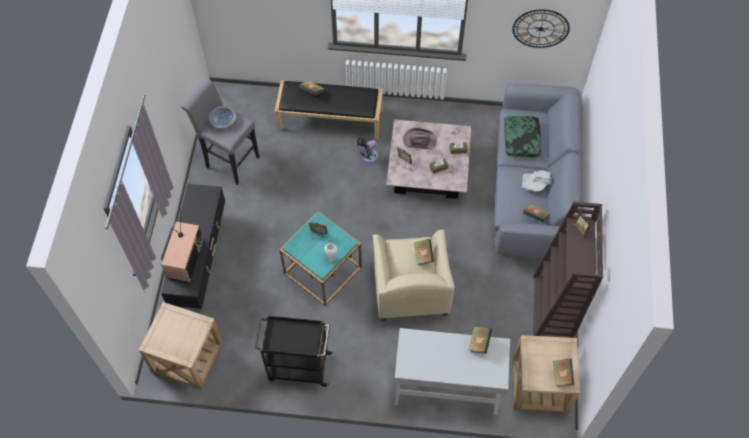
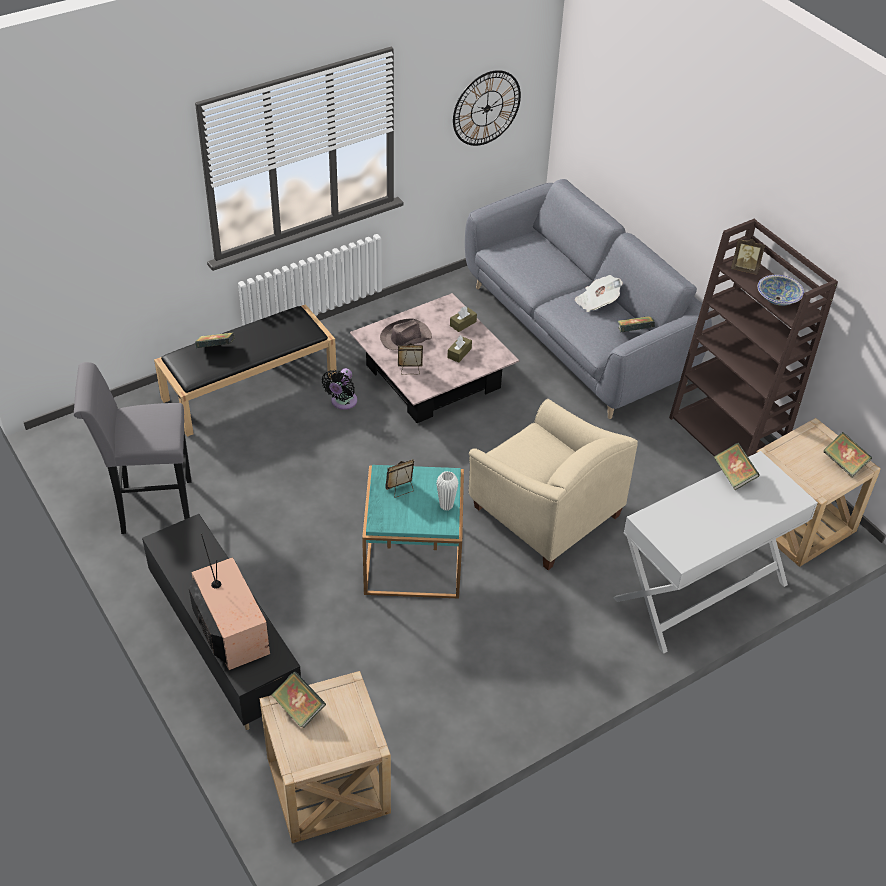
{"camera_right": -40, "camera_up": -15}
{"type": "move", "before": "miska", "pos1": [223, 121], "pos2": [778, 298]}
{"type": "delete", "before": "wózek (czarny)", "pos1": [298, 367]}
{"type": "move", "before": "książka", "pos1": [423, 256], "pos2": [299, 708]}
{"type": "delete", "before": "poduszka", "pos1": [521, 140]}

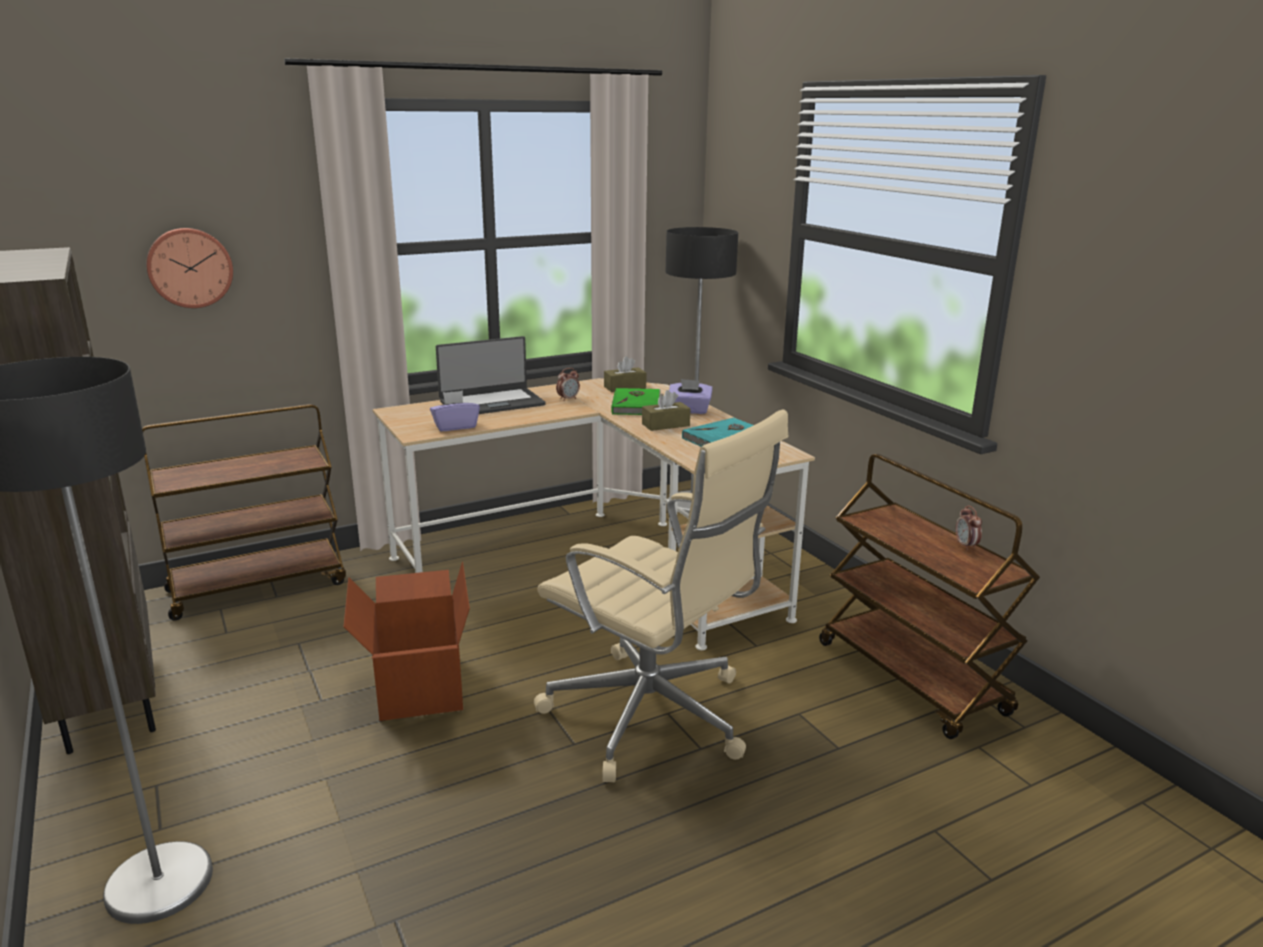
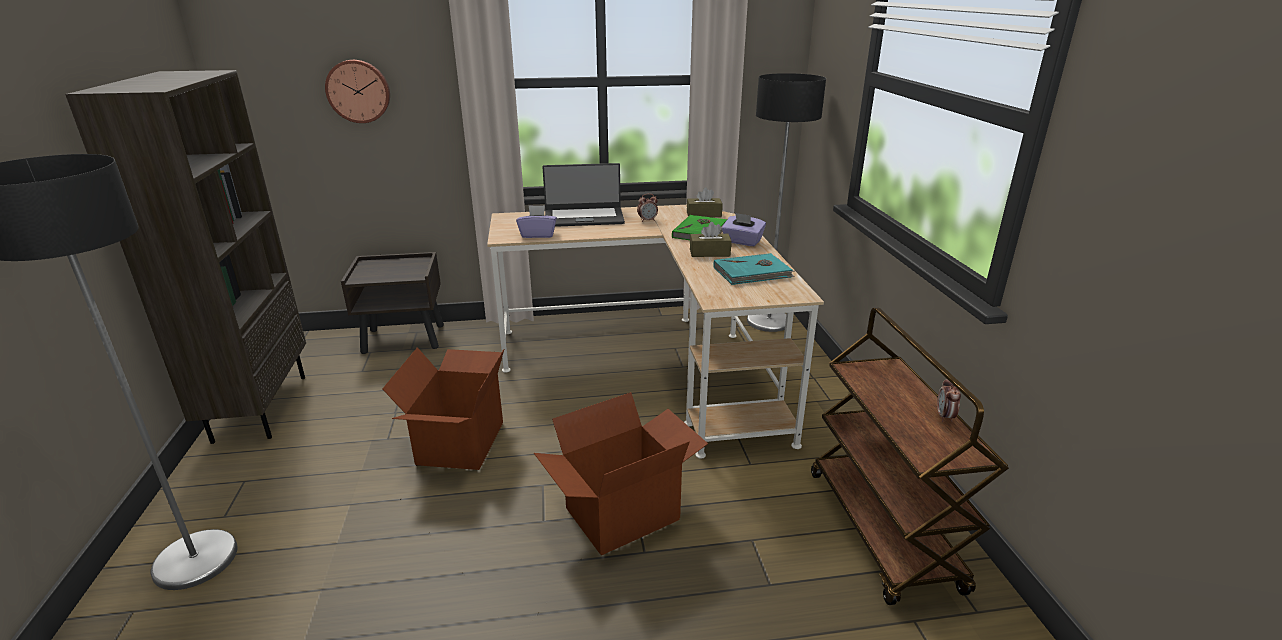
{"camera_right": 20, "camera_up": 5}
{"type": "replace", "before": "wózek (brązowy)", "after": "szafka nocna (brązowy)", "pos1": [259, 586], "pos2": [405, 339]}
{"type": "replace", "before": "krzesło biurowe (beżowy)", "after": "karton", "pos1": [653, 717], "pos2": [621, 512]}

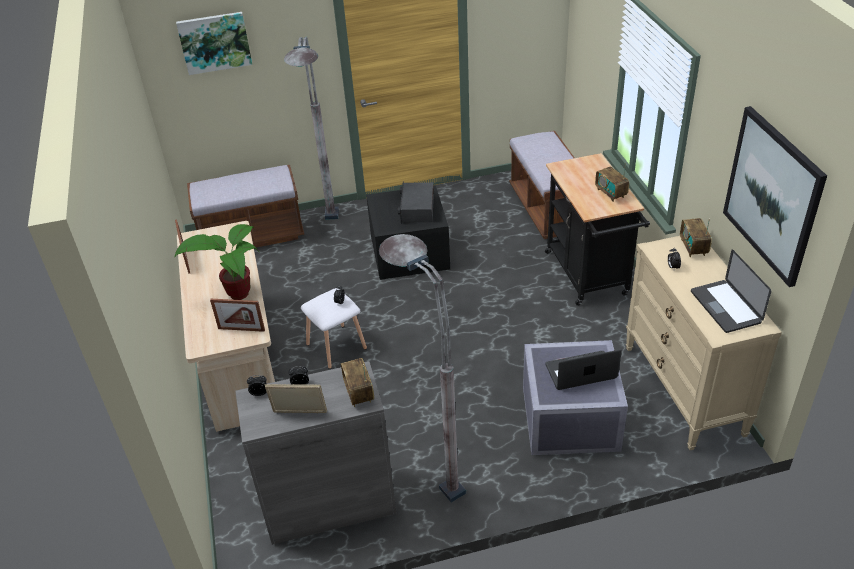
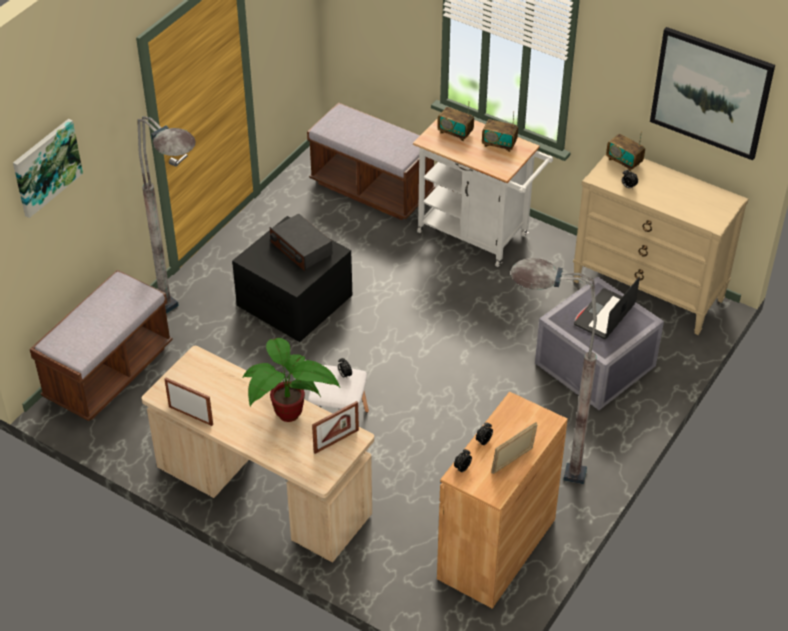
{"camera_right": -45, "camera_up": 5}
{"type": "recolor", "before": "szafka (szary)", "after": "szafka (brązowy)", "pos1": [329, 503], "pos2": [496, 549]}
{"type": "move", "before": "radio", "pos1": [359, 392], "pos2": [455, 133]}
{"type": "recolor", "before": "wózek (czarny)", "after": "wózek (biały)", "pos1": [589, 277], "pos2": [478, 235]}
{"type": "delete", "before": "laptop", "pos1": [725, 307]}

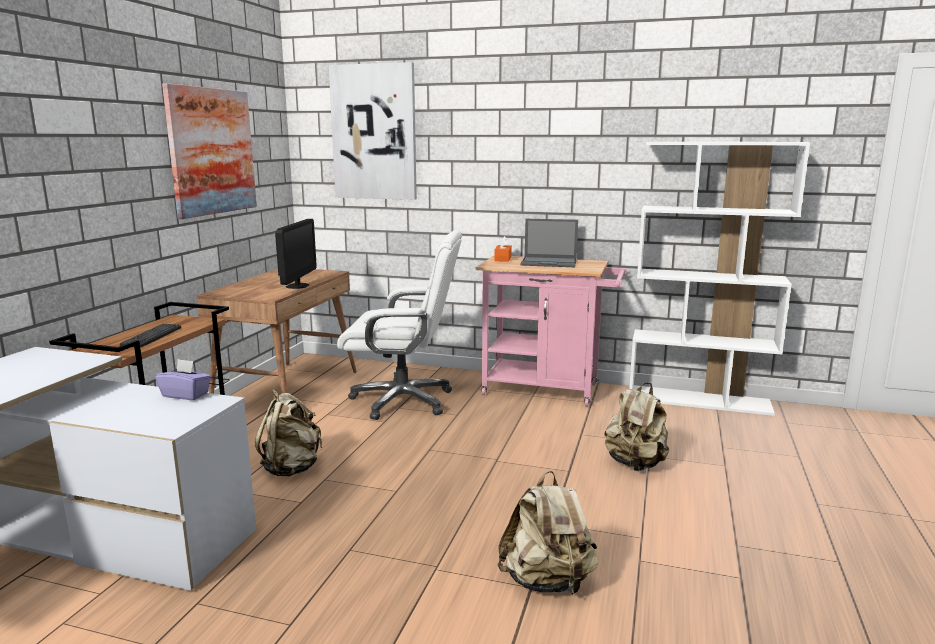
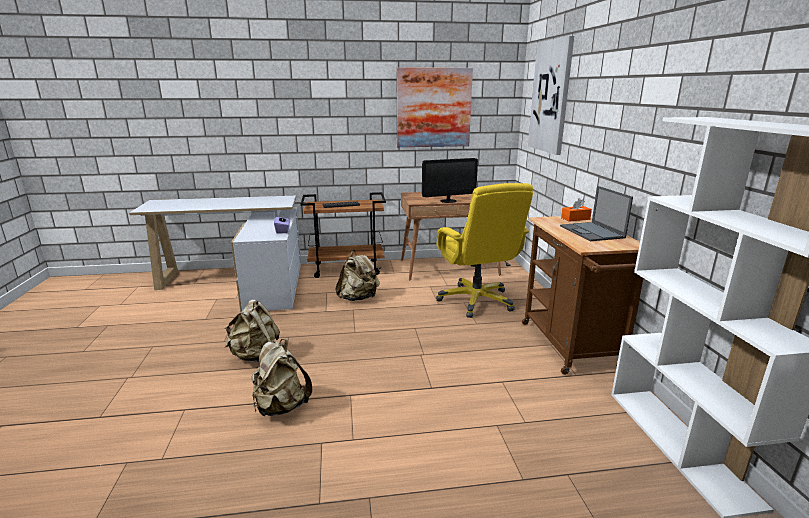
{"camera_right": 65, "camera_up": 5}
{"type": "recolor", "before": "krzesło biurowe (biały)", "after": "krzesło biurowe (żółty)", "pos1": [403, 400], "pos2": [476, 301]}
{"type": "recolor", "before": "wózek (różowy)", "after": "wózek (brązowy)", "pos1": [548, 390], "pos2": [573, 349]}
{"type": "move", "before": "plecak (beżowy)", "pos1": [635, 464], "pos2": [255, 356]}

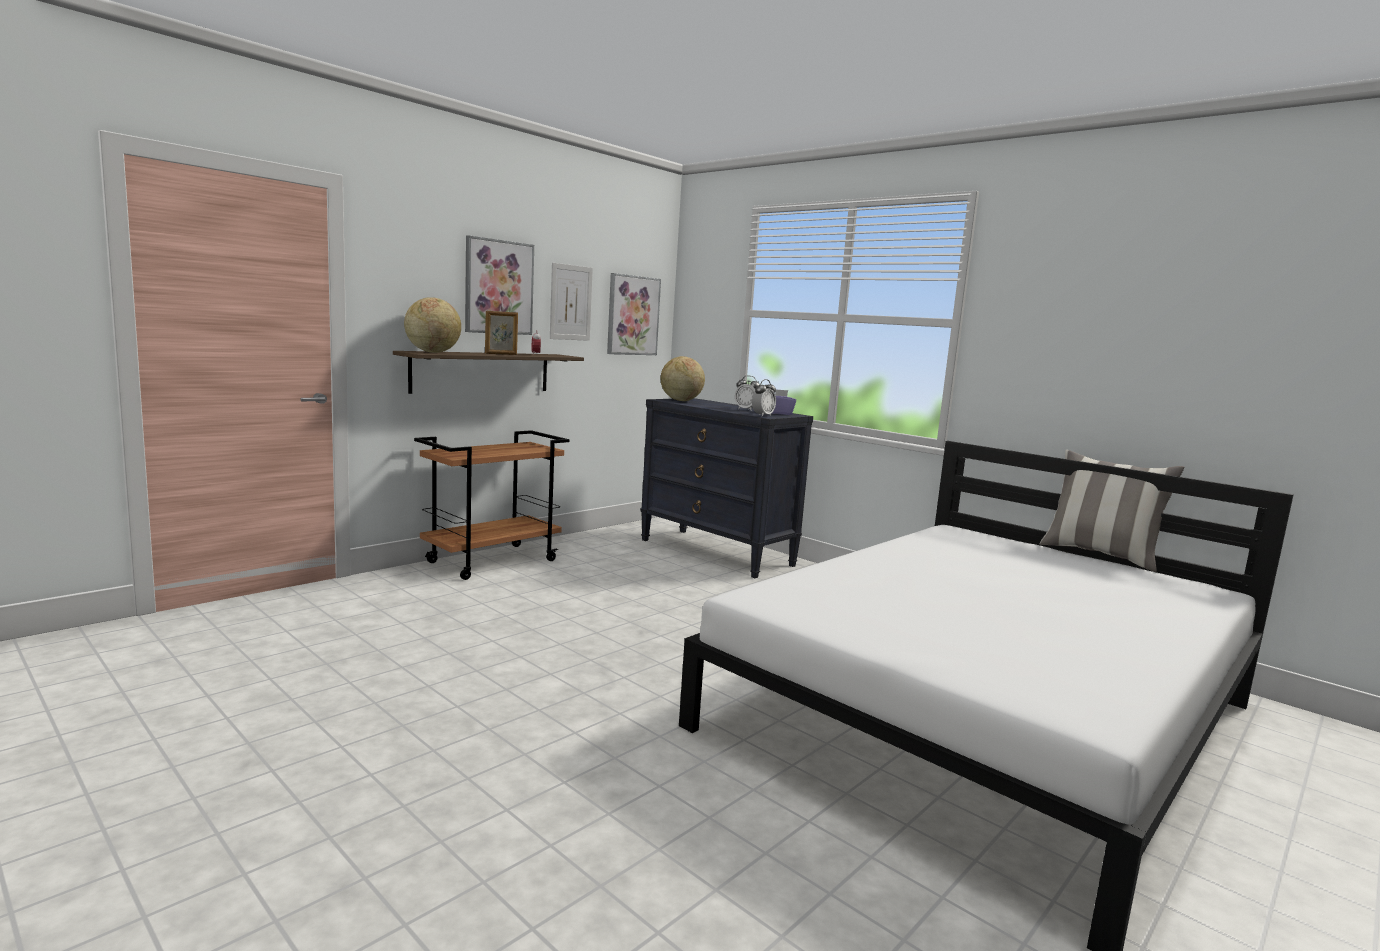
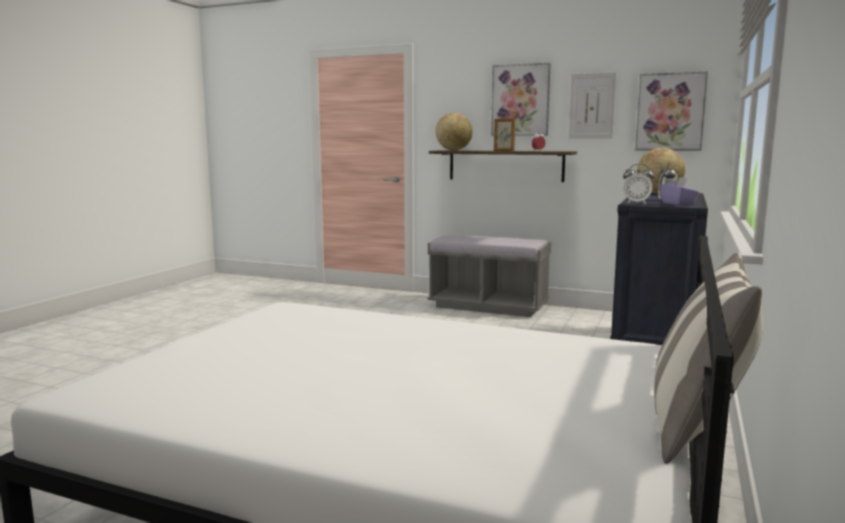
{"camera_right": 70, "camera_up": 0}
{"type": "replace", "before": "wózek (brązowy)", "after": "ławka (szary)", "pos1": [493, 561], "pos2": [488, 306]}

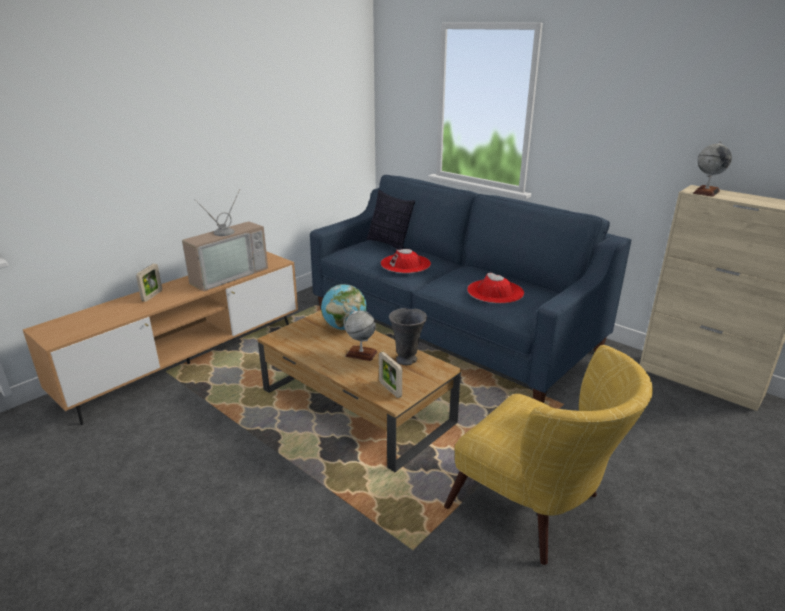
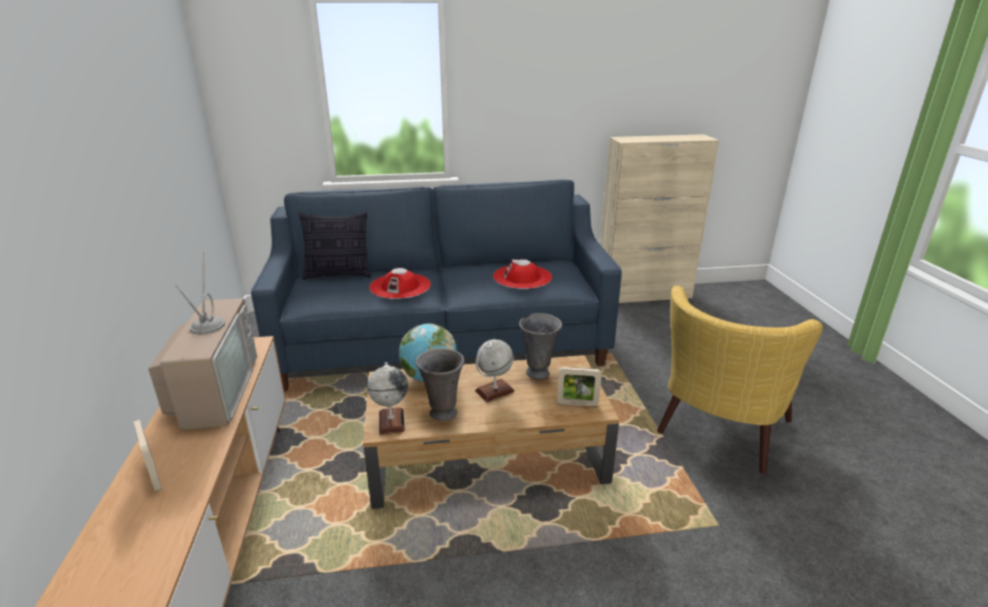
{"camera_right": -50, "camera_up": 0}
{"type": "rotate", "before": "fotel (żółty)", "pos1": [536, 510], "pos2": [717, 434], "turn": 135}
{"type": "move", "before": "globus", "pos1": [706, 192], "pos2": [391, 421]}
{"type": "insert", "after": "wazon (szary)", "pos2": [442, 413]}

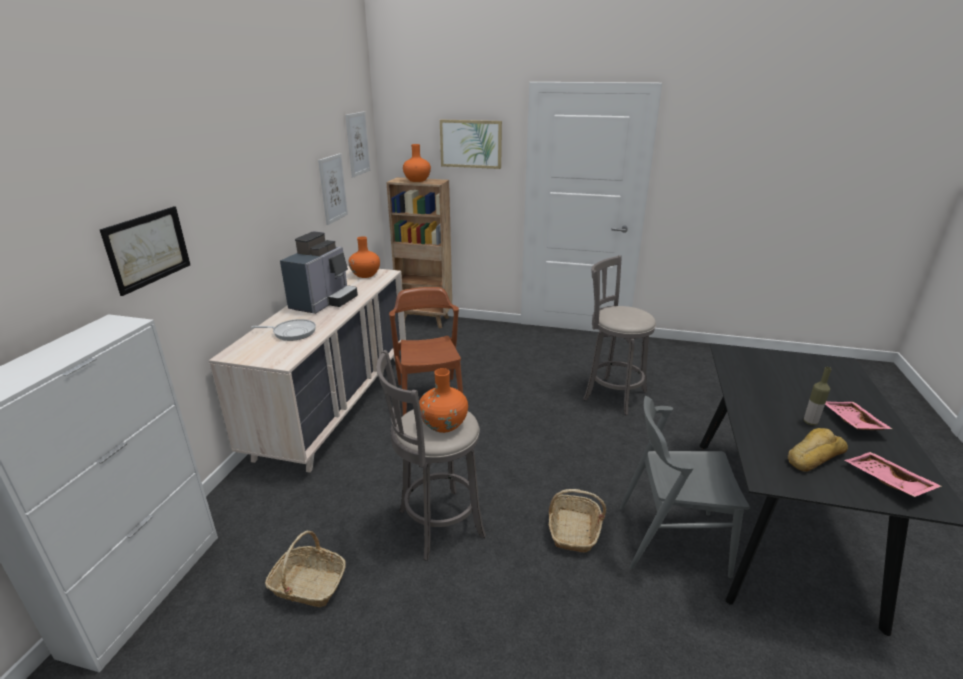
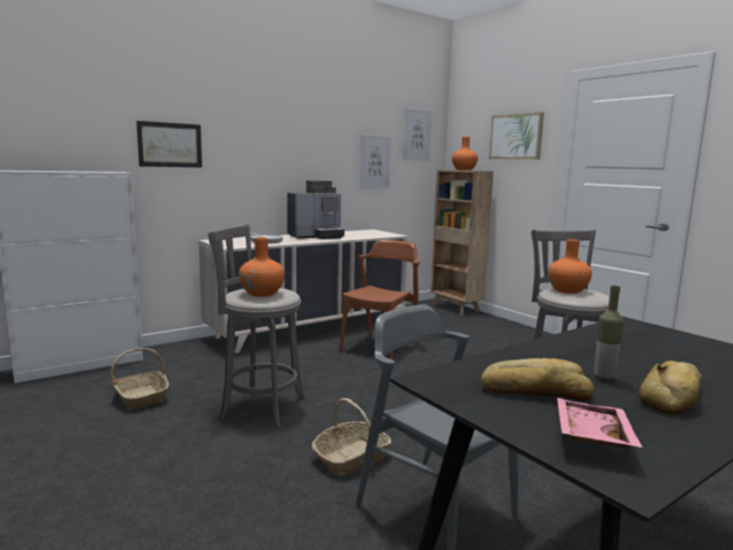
{"camera_right": 40, "camera_up": -15}
{"type": "move", "before": "wazon (pomarańczowy)", "pos1": [365, 275], "pos2": [567, 290]}
{"type": "replace", "before": "taca (różowy)", "after": "chleb", "pos1": [850, 422], "pos2": [673, 396]}

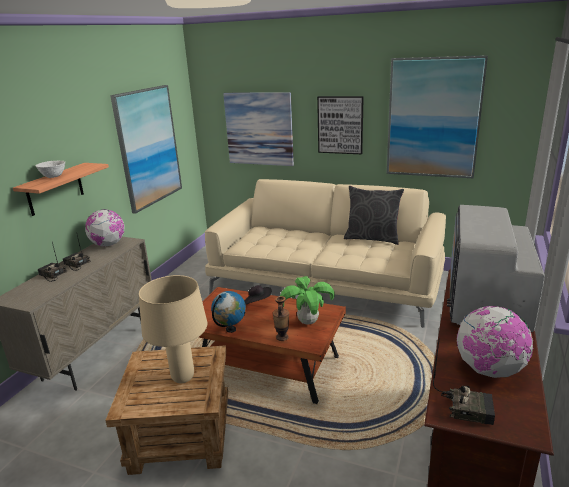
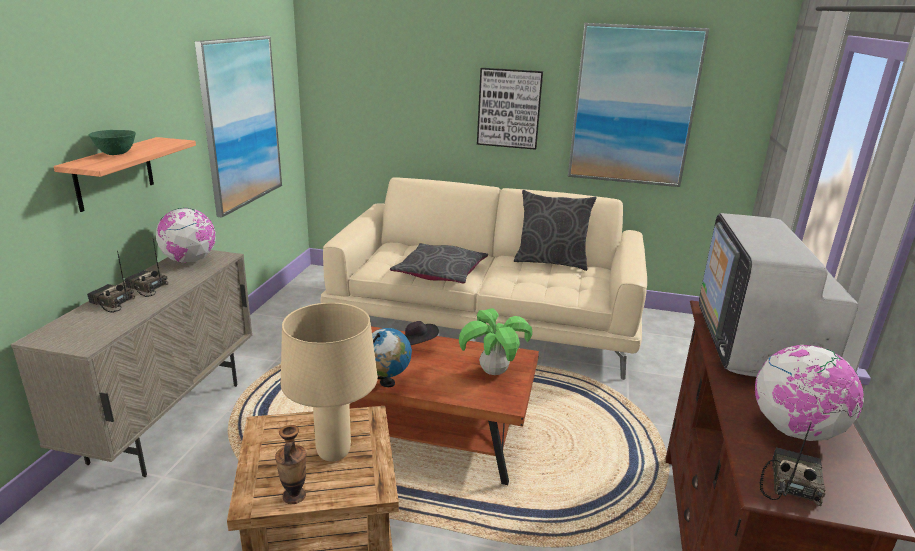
{"camera_right": -10, "camera_up": 0}
{"type": "recolor", "before": "miska (biały)", "after": "miska (zielony)", "pos1": [53, 176], "pos2": [116, 154]}
{"type": "delete", "before": "obraz", "pos1": [259, 129]}
{"type": "move", "before": "wazon", "pos1": [282, 337], "pos2": [294, 496]}
{"type": "rotate", "before": "radio", "pos1": [467, 408], "pos2": [789, 483], "turn": -75}
{"type": "insert", "after": "poduszka (szary)", "pos2": [440, 272]}

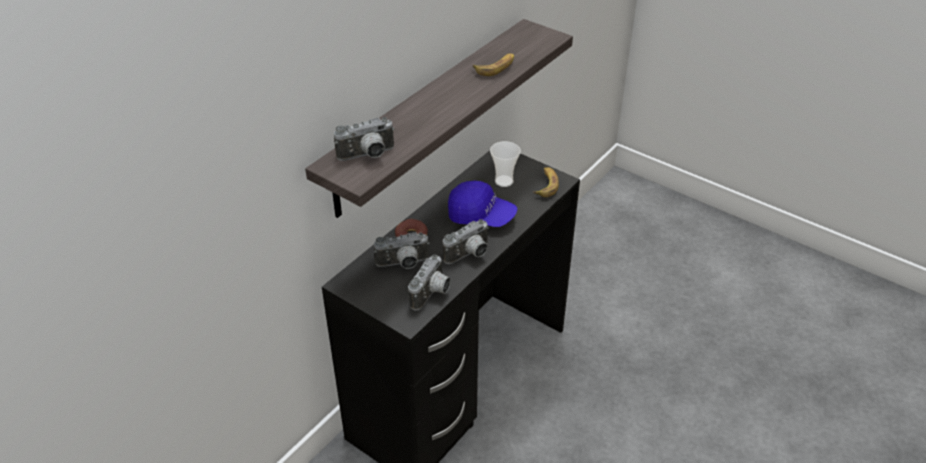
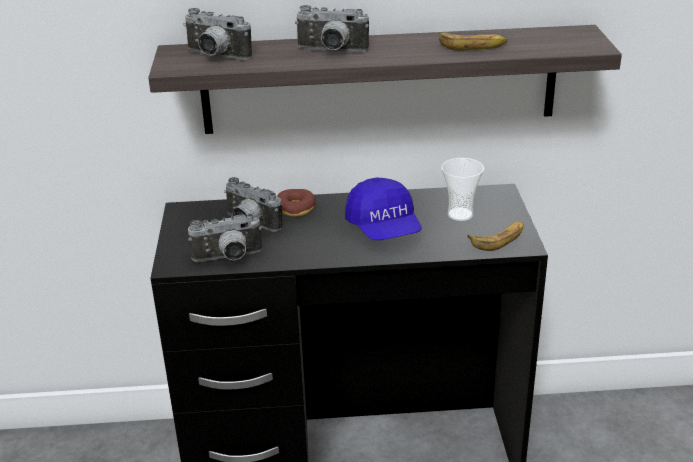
{"camera_right": 50, "camera_up": -10}
{"type": "move", "before": "aparat fotograficzny", "pos1": [469, 255], "pos2": [331, 51]}

